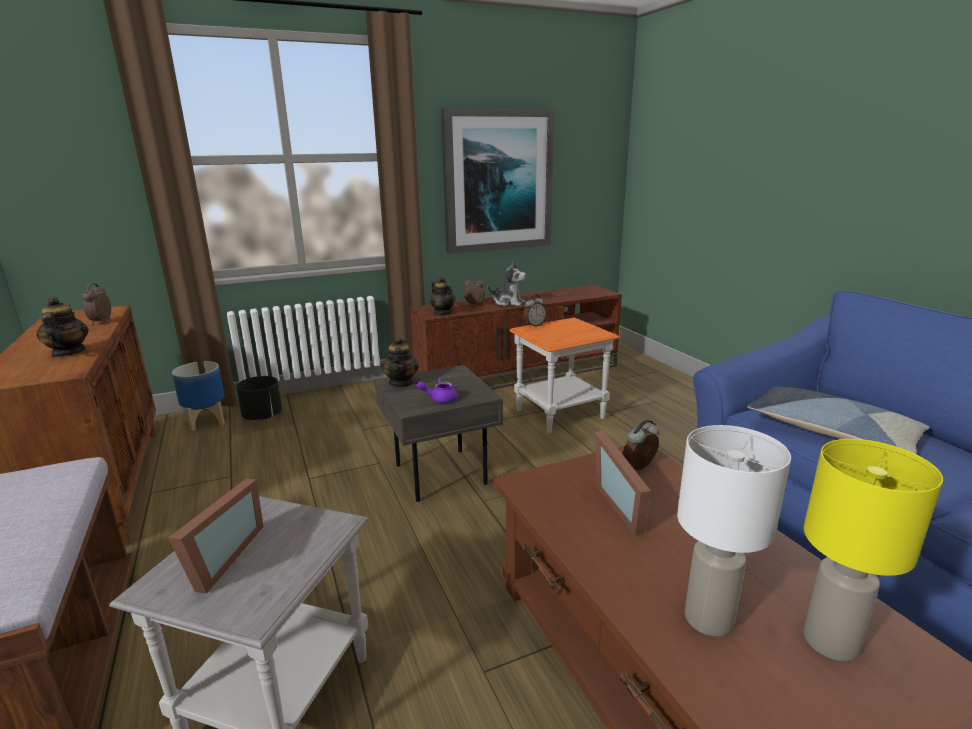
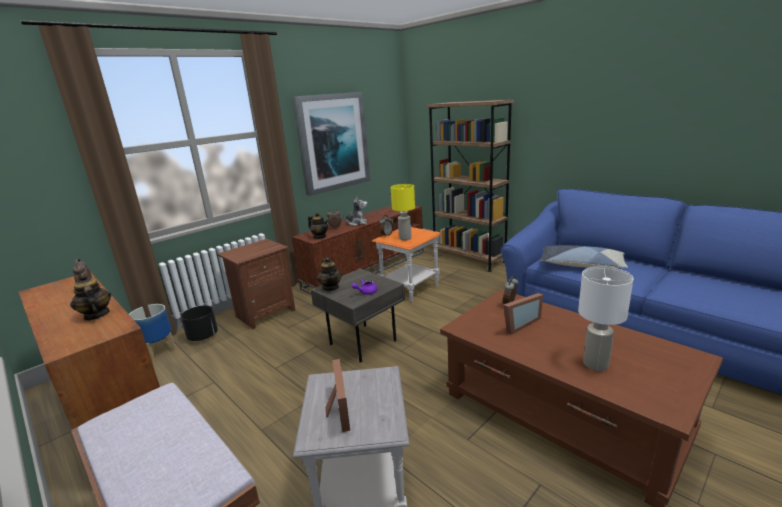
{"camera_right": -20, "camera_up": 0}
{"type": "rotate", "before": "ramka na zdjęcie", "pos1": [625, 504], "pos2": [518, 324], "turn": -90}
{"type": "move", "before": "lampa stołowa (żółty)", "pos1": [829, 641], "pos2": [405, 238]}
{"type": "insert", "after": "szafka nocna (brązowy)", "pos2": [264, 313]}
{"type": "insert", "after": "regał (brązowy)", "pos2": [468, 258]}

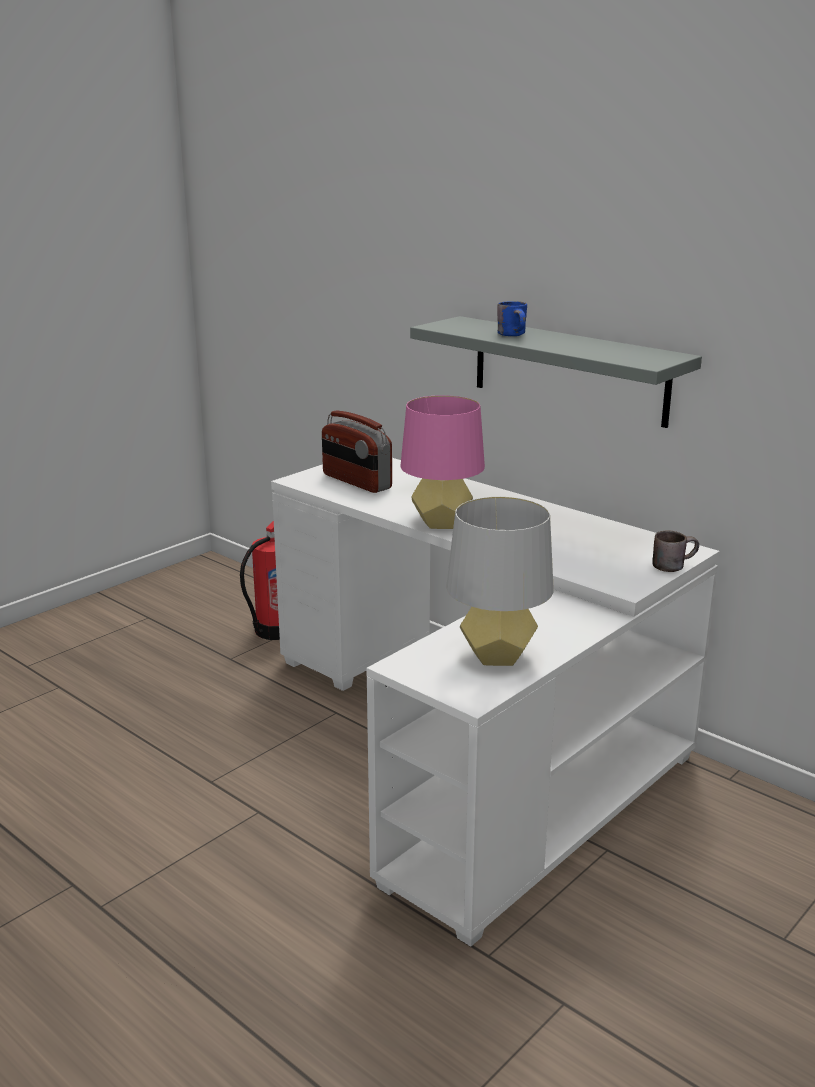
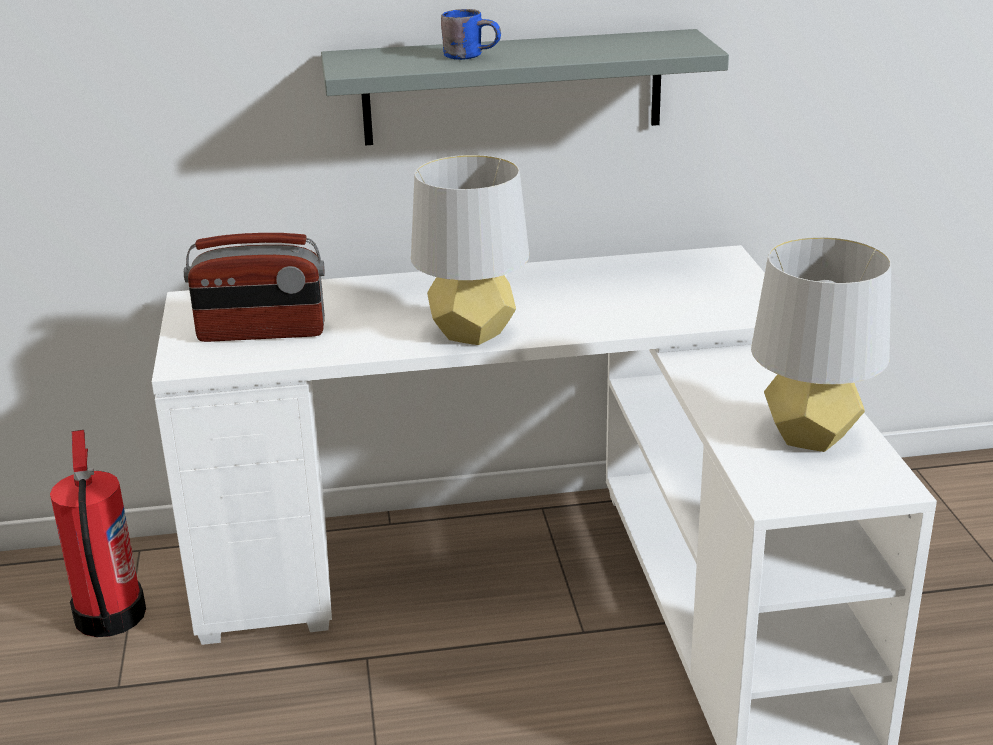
{"camera_right": -50, "camera_up": 5}
{"type": "recolor", "before": "lampa stołowa (różowy)", "after": "lampa stołowa (szary)", "pos1": [442, 523], "pos2": [473, 333]}
{"type": "delete", "before": "kubek (brązowy)", "pos1": [672, 565]}

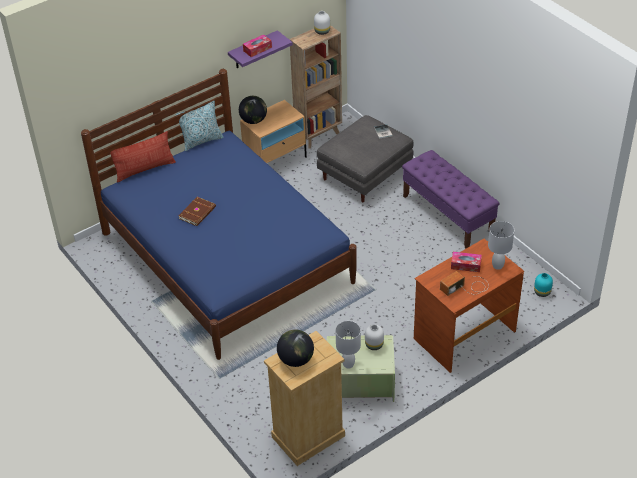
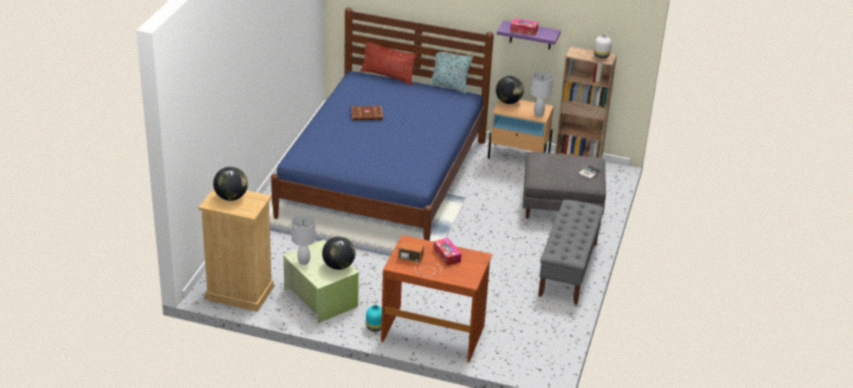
{"camera_right": 50, "camera_up": -10}
{"type": "replace", "before": "wazon (biały)", "after": "globus", "pos1": [374, 344], "pos2": [338, 266]}
{"type": "recolor", "before": "ławka (fioletowy)", "after": "ławka (szary)", "pos1": [448, 214], "pos2": [568, 269]}
{"type": "move", "before": "lampa stołowa (biały)", "pos1": [498, 265], "pos2": [539, 114]}
{"type": "move", "before": "wazon (turkusowy)", "pos1": [542, 292], "pos2": [374, 327]}

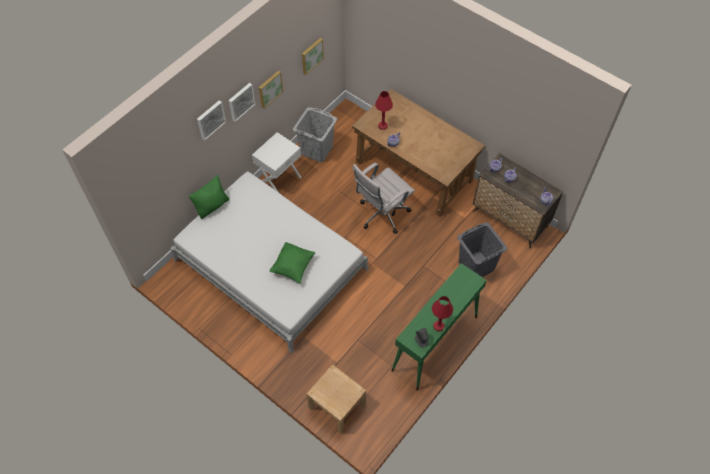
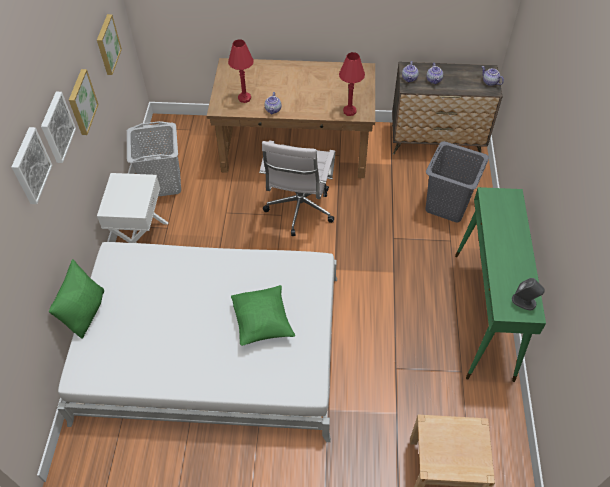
{"camera_right": -35, "camera_up": -5}
{"type": "move", "before": "lampa stołowa (czerwony)", "pos1": [438, 326], "pos2": [349, 111]}

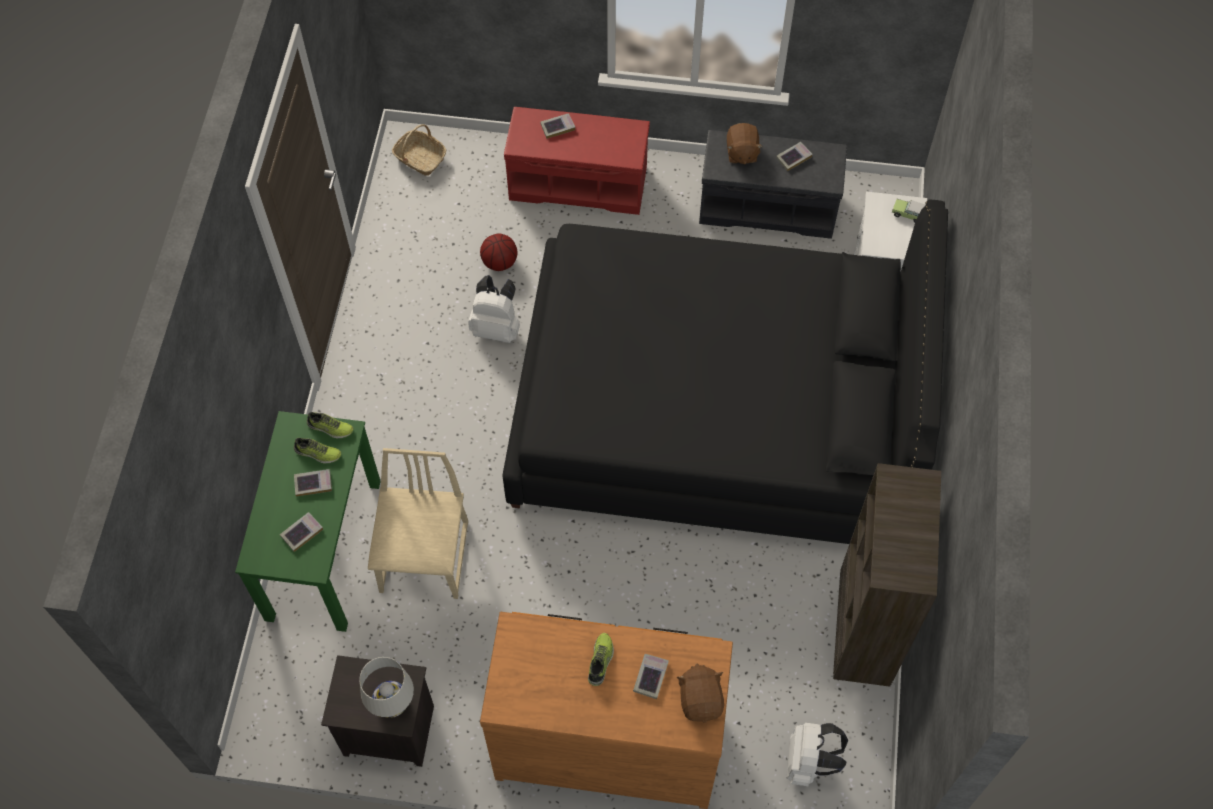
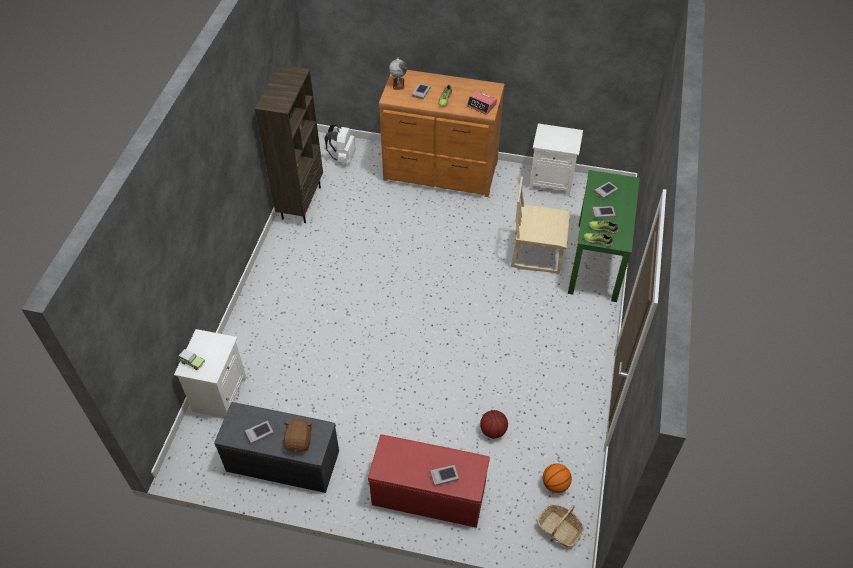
{"camera_right": -175, "camera_up": -10}
{"type": "recolor", "before": "szafka nocna (czarny)", "after": "szafka nocna (biały)", "pos1": [387, 732], "pos2": [552, 181]}
{"type": "delete", "before": "lampa stołowa (biały)", "pos1": [391, 703]}
{"type": "rotate", "before": "krzesło (beżowy)", "pos1": [425, 557], "pos2": [537, 253], "turn": 90}
{"type": "delete", "before": "plecak (biały)", "pos1": [497, 328]}
{"type": "delete", "before": "łóżko (czarny)", "pos1": [713, 411]}
{"type": "replace", "before": "pluszak (brązowy)", "after": "globus", "pos1": [700, 699], "pos2": [398, 84]}
{"type": "insert", "after": "budzik", "pos2": [481, 105]}
{"type": "insert", "after": "piłka do koszykówki", "pos2": [555, 484]}

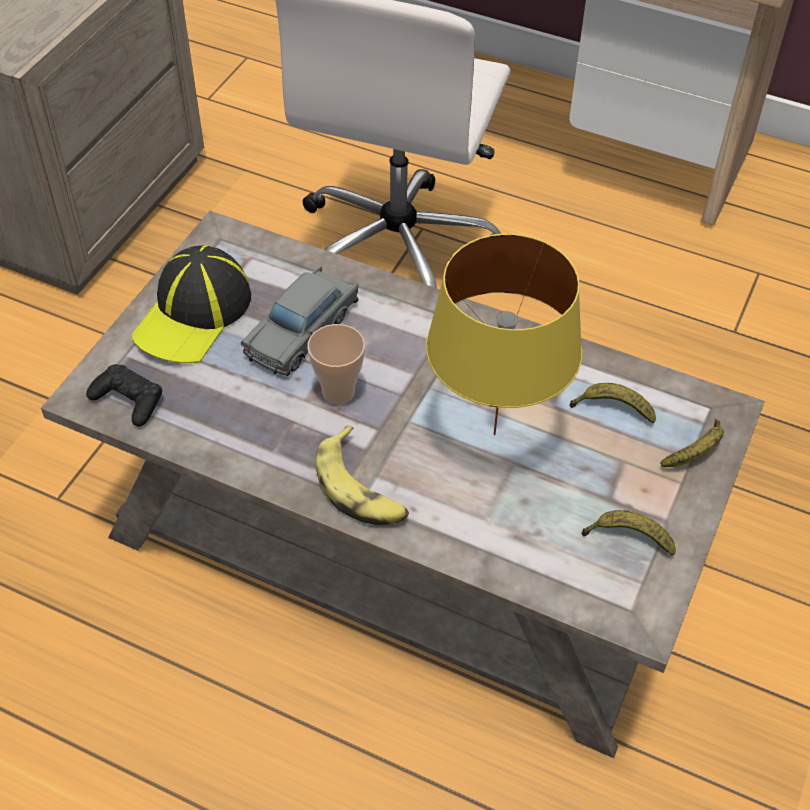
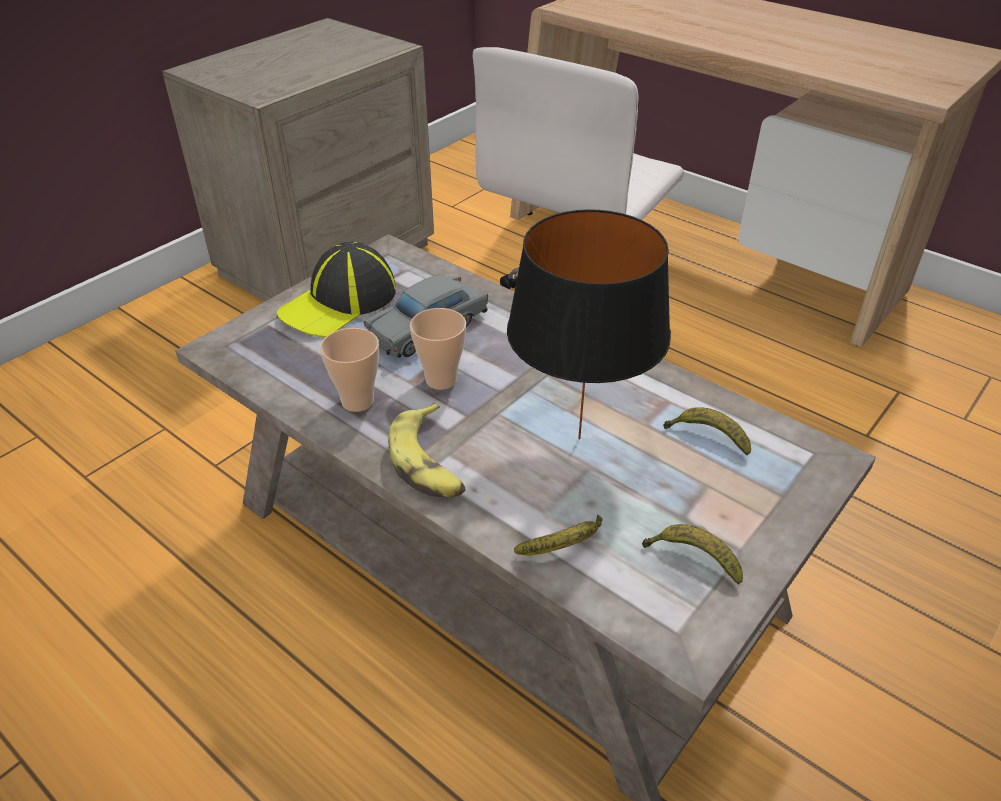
{"camera_right": 15, "camera_up": -10}
{"type": "delete", "before": "pad do gier (czarny)", "pos1": [128, 400]}
{"type": "recolor", "before": "lampa stołowa (żółty)", "after": "lampa stołowa (czarny)", "pos1": [493, 435], "pos2": [578, 439]}
{"type": "move", "before": "banan", "pos1": [696, 452], "pos2": [564, 546]}
{"type": "insert", "after": "filiżanka", "pos2": [357, 401]}

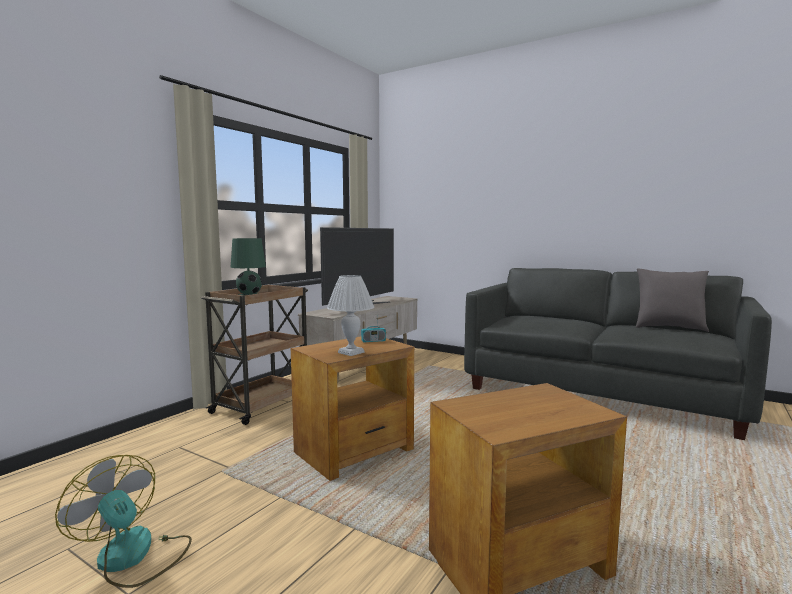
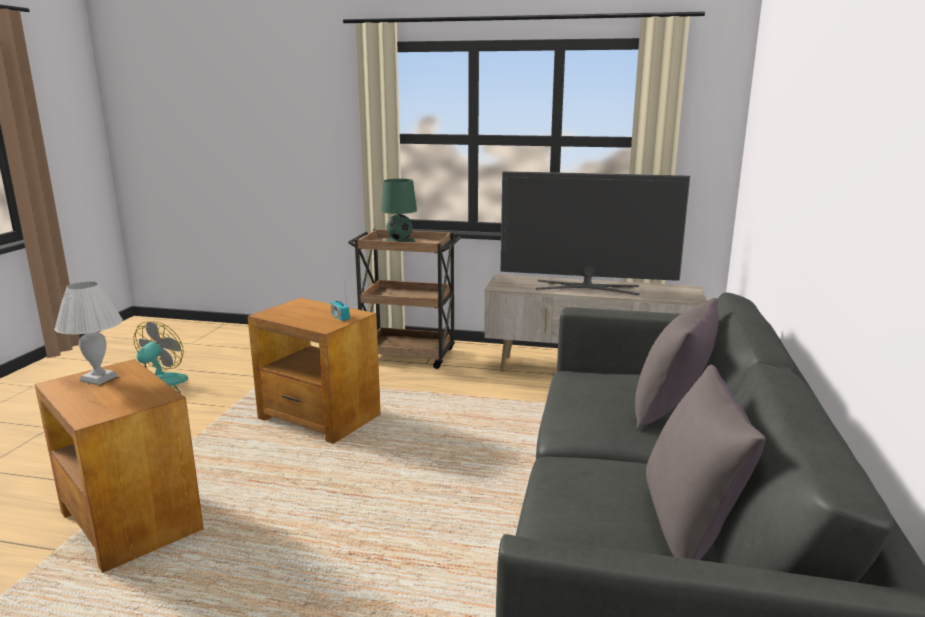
{"camera_right": 70, "camera_up": 10}
{"type": "move", "before": "lampa stołowa (biały)", "pos1": [351, 352], "pos2": [98, 378]}
{"type": "insert", "after": "poduszka (szary)", "pos2": [671, 411]}

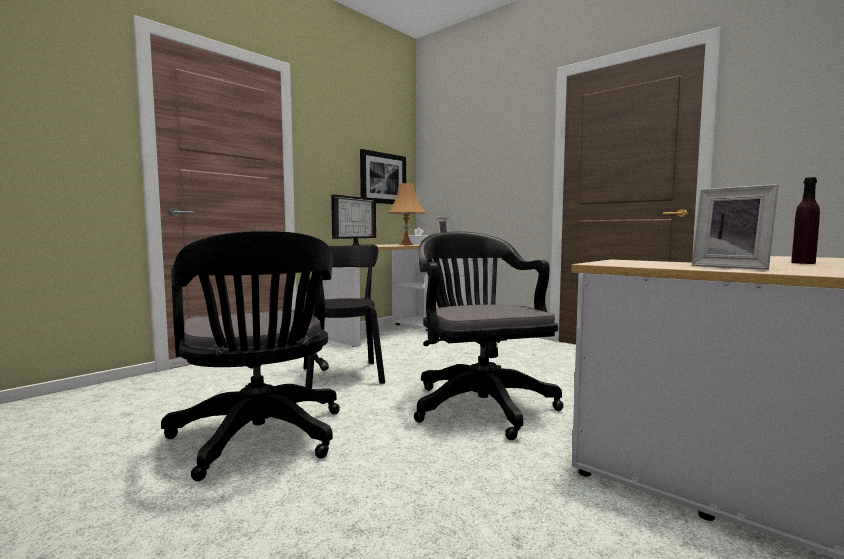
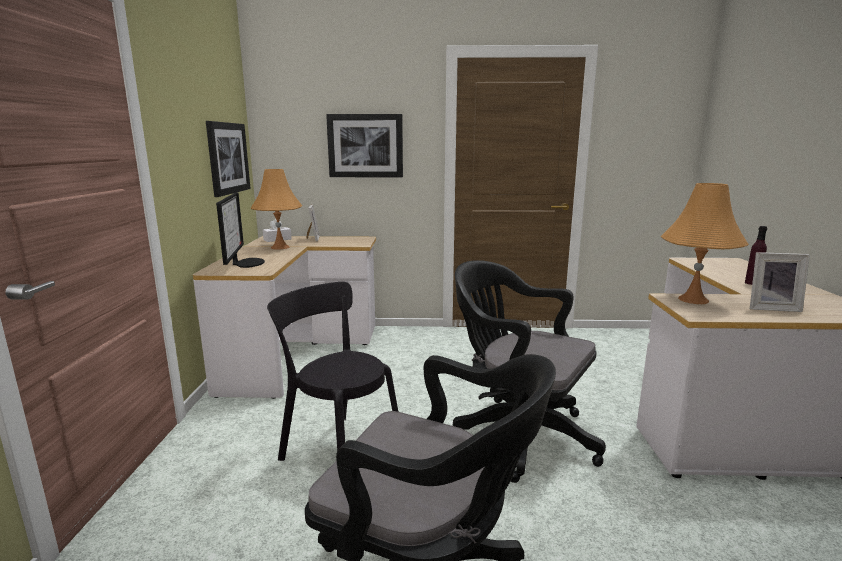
{"camera_right": -40, "camera_up": 10}
{"type": "insert", "after": "obraz", "pos2": [365, 146]}
{"type": "insert", "after": "lampa stołowa (pomarańczowy)", "pos2": [693, 299]}

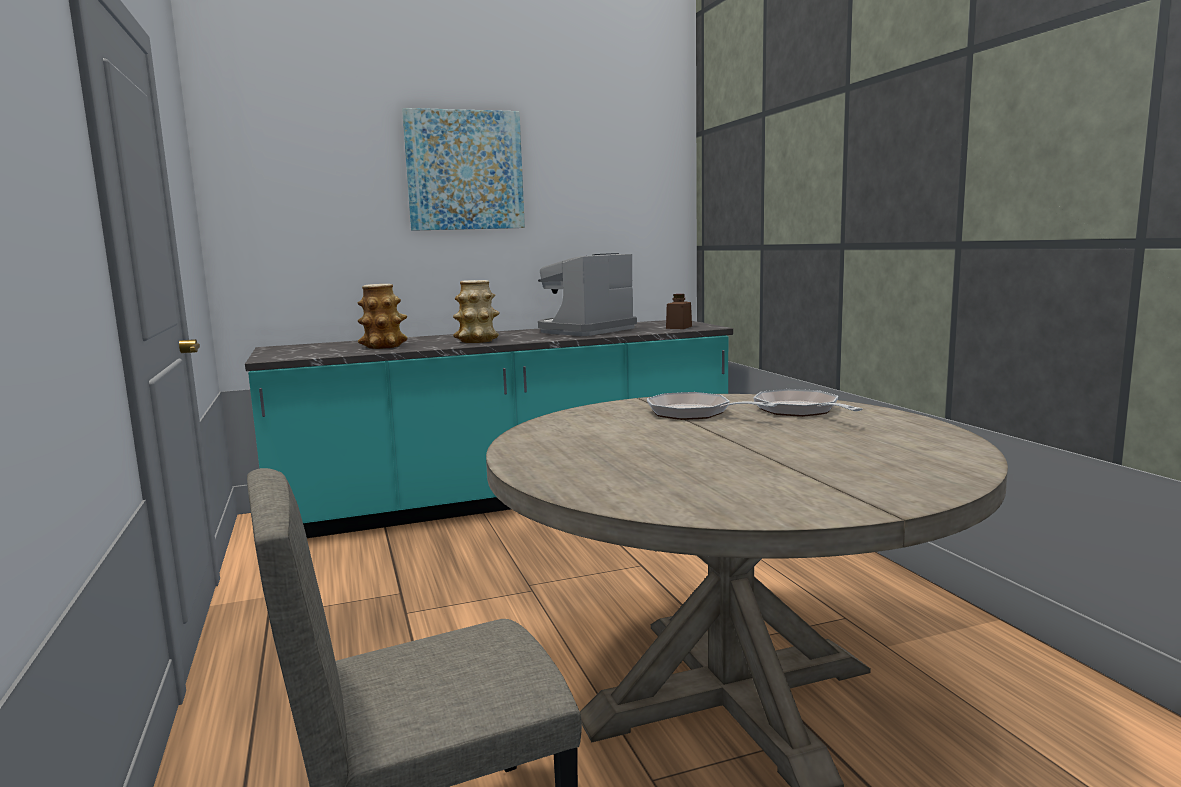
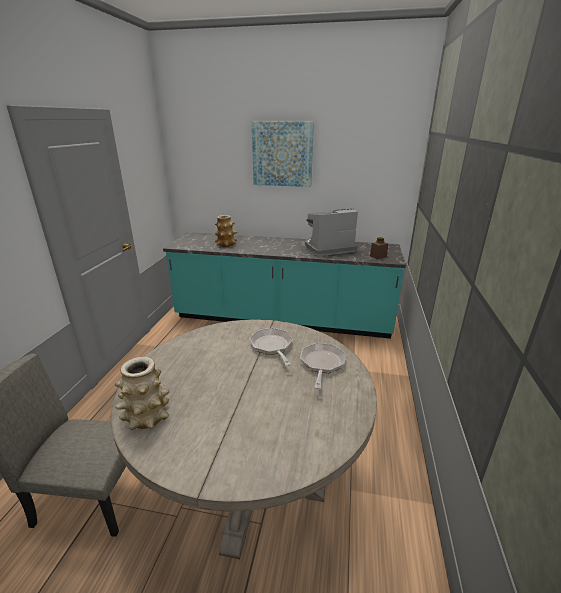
{"camera_right": 30, "camera_up": 15}
{"type": "move", "before": "wazon", "pos1": [477, 341], "pos2": [147, 417]}

